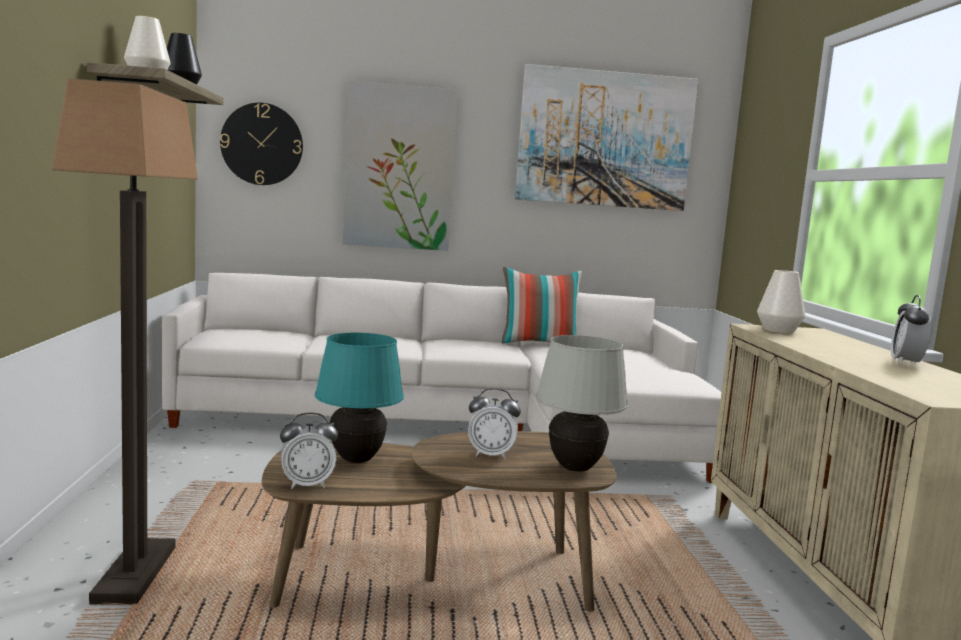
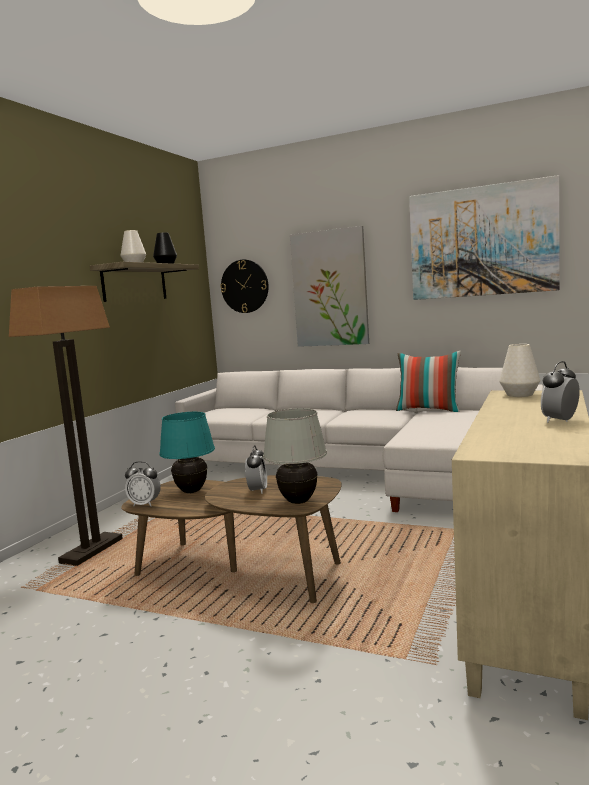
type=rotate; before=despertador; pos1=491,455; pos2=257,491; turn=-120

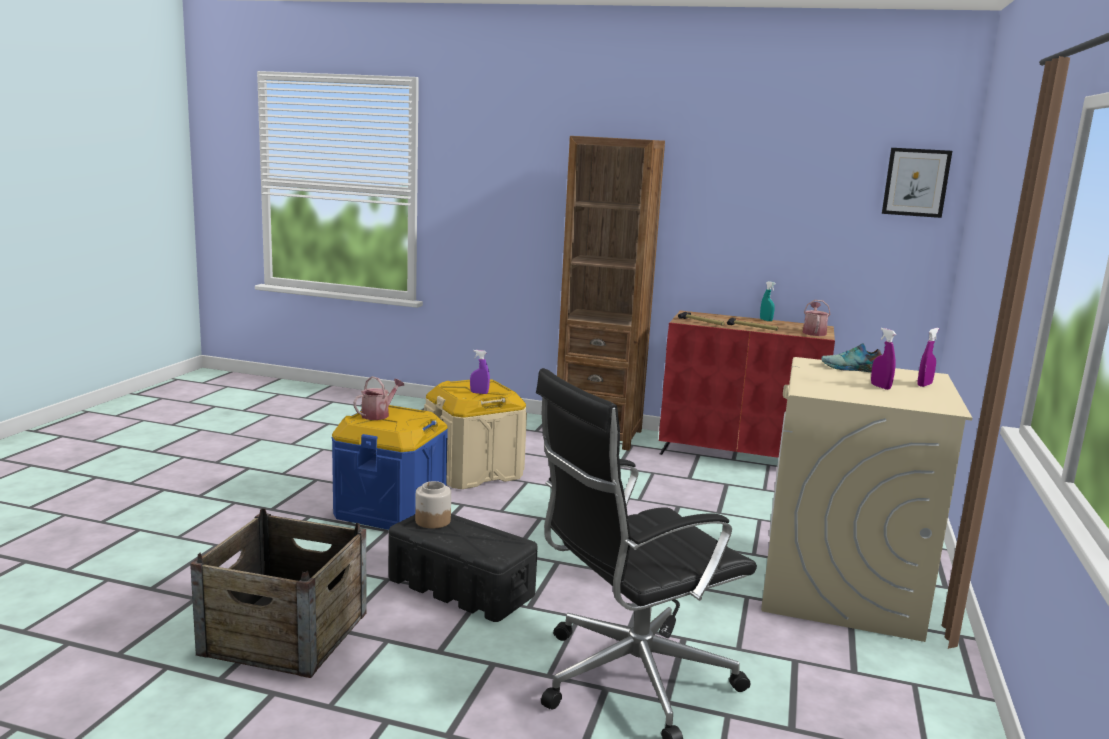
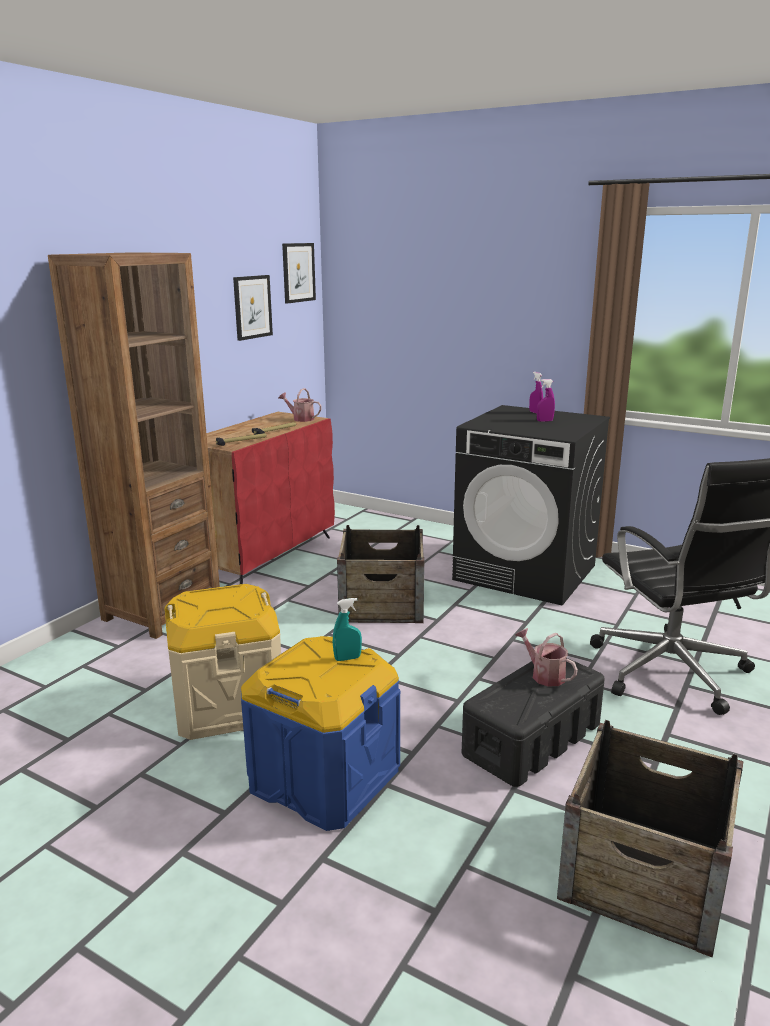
type=move; before=pulverizador/turquesa; pos1=766,320; pos2=347,658
type=delete; before=zapato; pos1=851,368
type=delete; before=pulverizador/morado; pos1=479,393
type=recolor; before=lavadora/beis; after=lavadora/negro; pos1=840,588; pos2=526,572
type=move; before=regadera; pos1=378,414; pos2=544,675
type=delete; before=tarro; pos1=432,521
type=insert; after=cuadro; pos2=252,307
type=insert; after=caja de embalaje; pos2=382,603

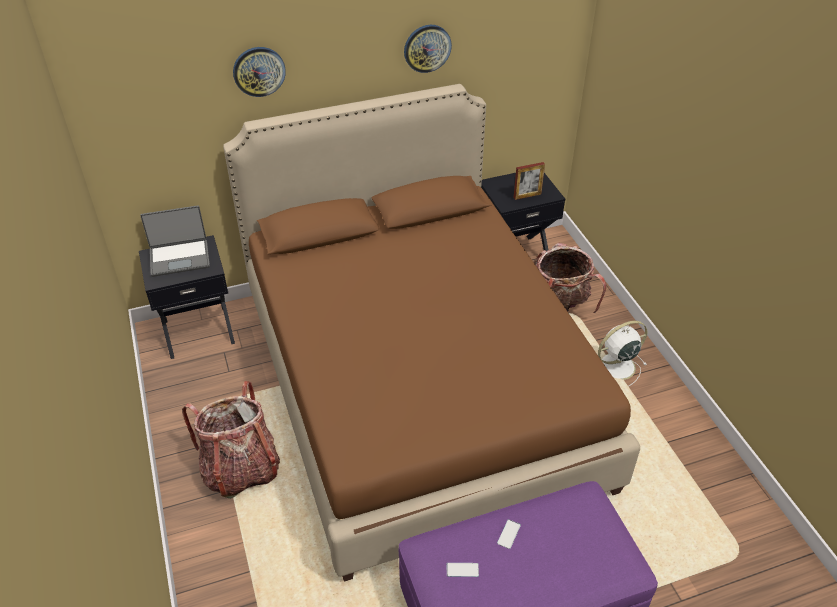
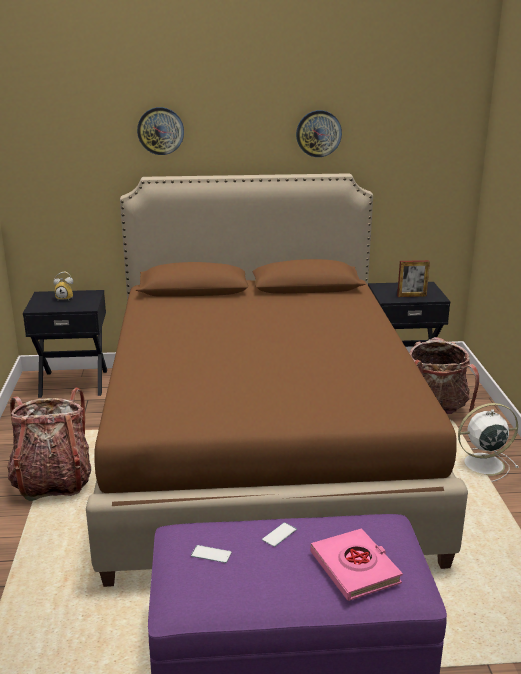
type=replace; before=portátil; after=despertador; pos1=180,257; pos2=65,298
type=insert; after=libro/rosa; pos2=355,568

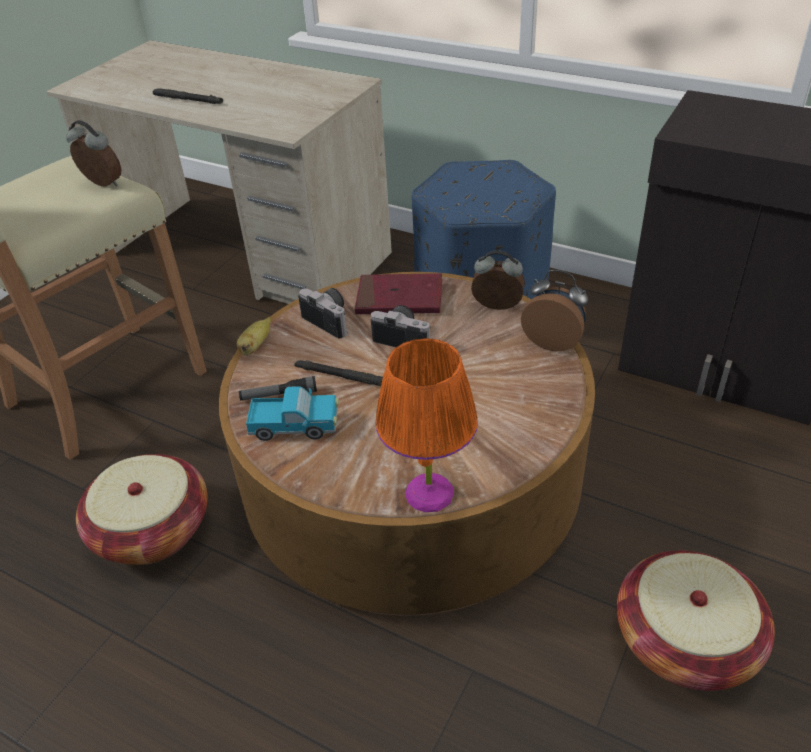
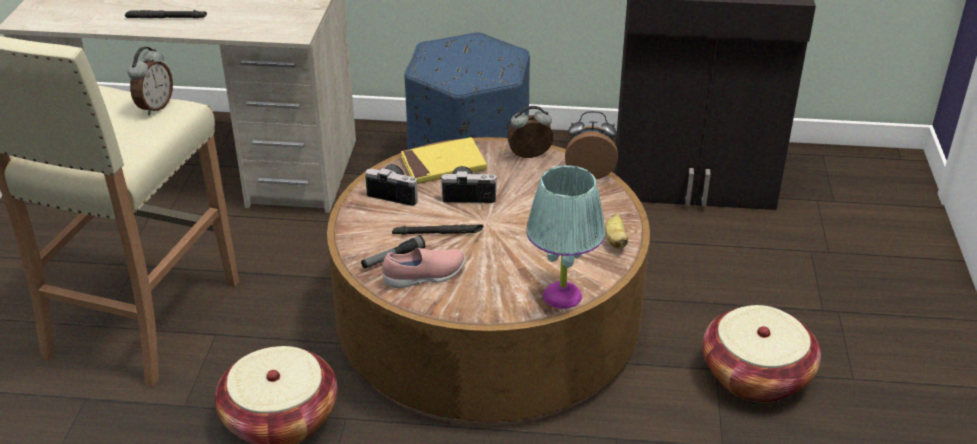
type=rotate; before=despertador; pos1=102,185; pos2=154,107; turn=105
type=recolor; before=libro/rojo; after=libro/amarillo; pos1=399,298; pos2=443,165
type=move; before=plátano; pos1=256,346; pos2=615,241
type=recolor; before=lámpara de mesa/naranja; after=lámpara de mesa/turquesa; pos1=429,493; pos2=562,296
type=replace; before=camión de juguete; after=zapato/rosa; pos1=295,427; pos2=425,277

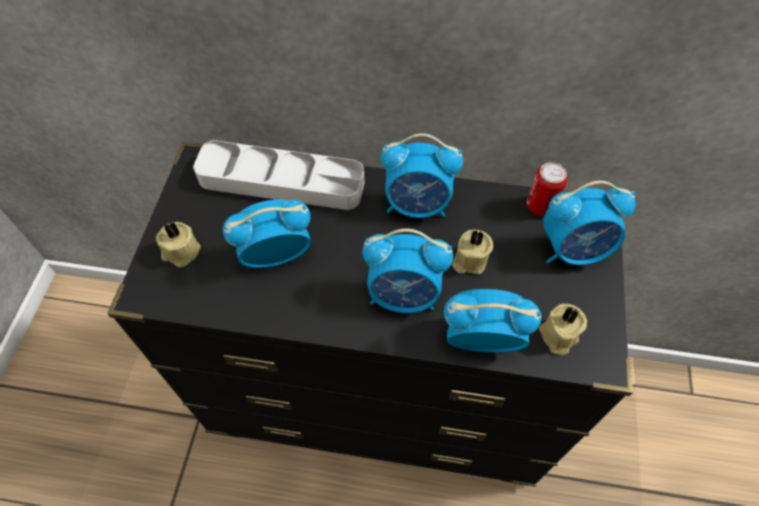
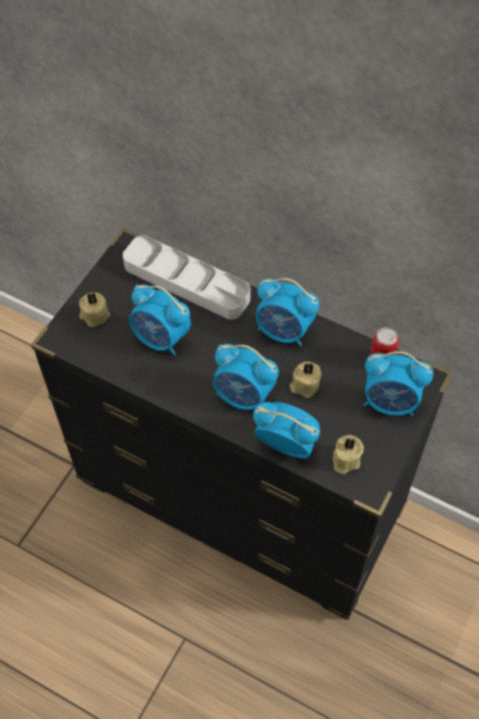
type=rotate; before=despertador; pos1=275,256; pos2=161,338; turn=-150

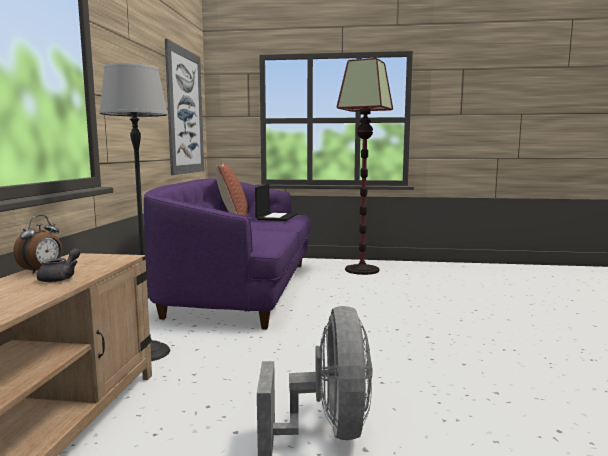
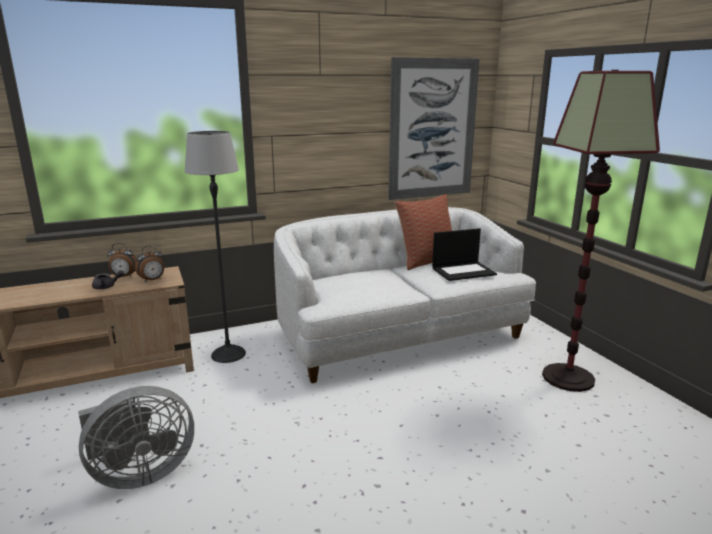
type=recolor; before=sofá/morado; after=sofá/blanco; pos1=242,289; pos2=399,336
type=insert; after=despertador; pos2=152,280

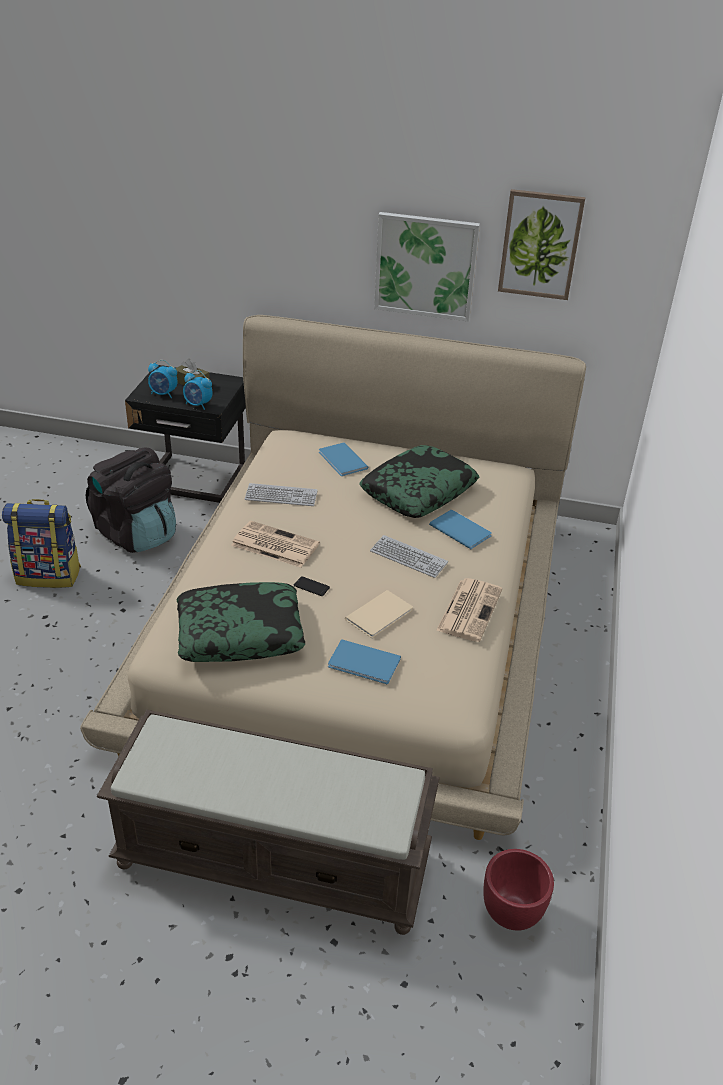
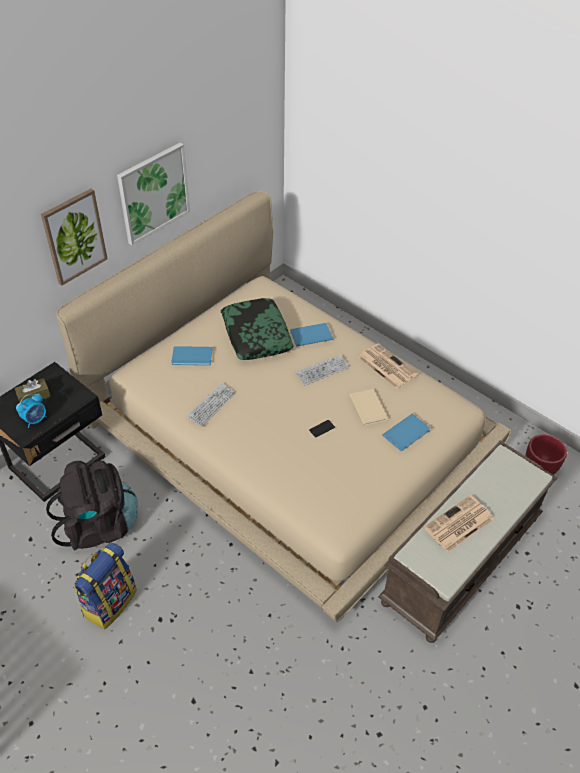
type=move; before=cuadro; pos1=540,244; pos2=74,236
type=delete; before=despertador; pos1=198,405
type=move; before=periódico; pos1=273,545; pos2=458,524
type=delete; before=cojín; pos1=240,632

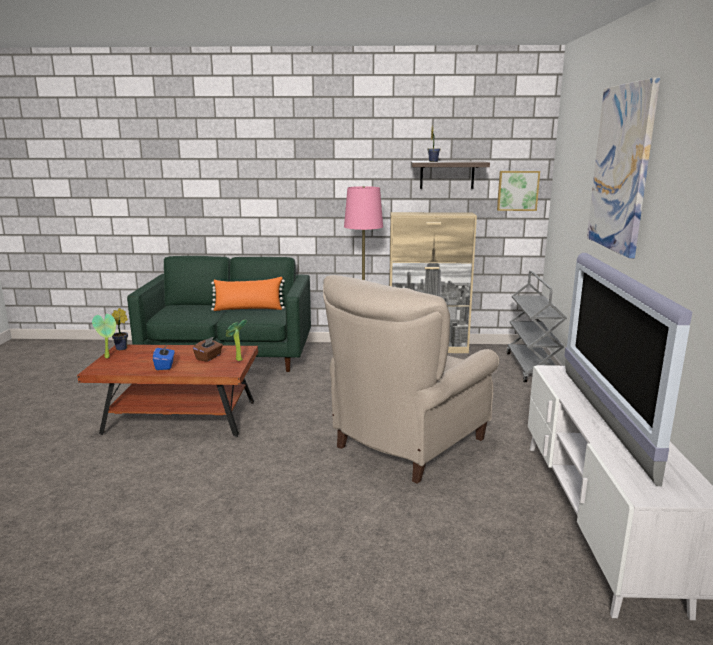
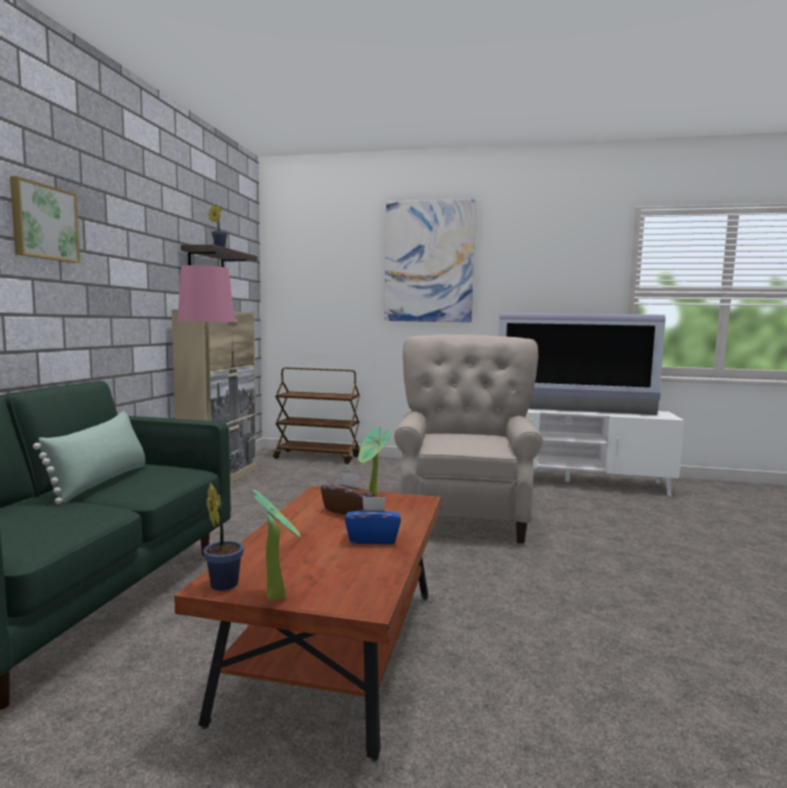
type=move; before=cuadro; pos1=517,190; pos2=43,222
type=recolor; before=carrito/gris; after=carrito/marrón; pos1=532,368; pos2=318,457
type=rotate; before=sillón/beis; pos1=406,445; pos2=463,514; turn=-135
type=recolor; before=cojín/naranja; after=cojín/verde; pos1=248,309; pos2=101,482

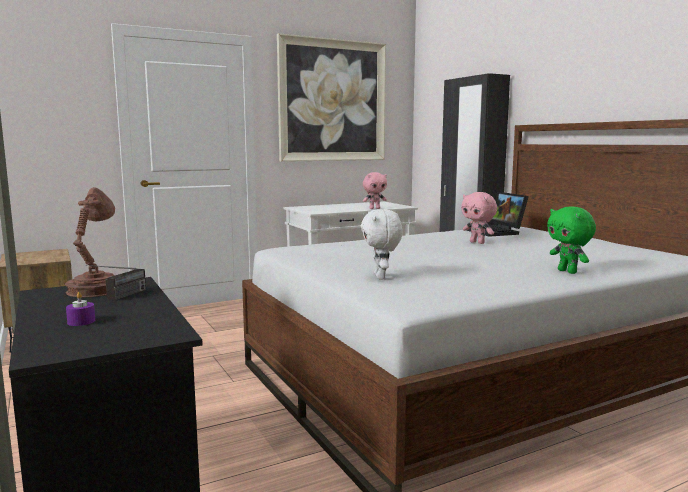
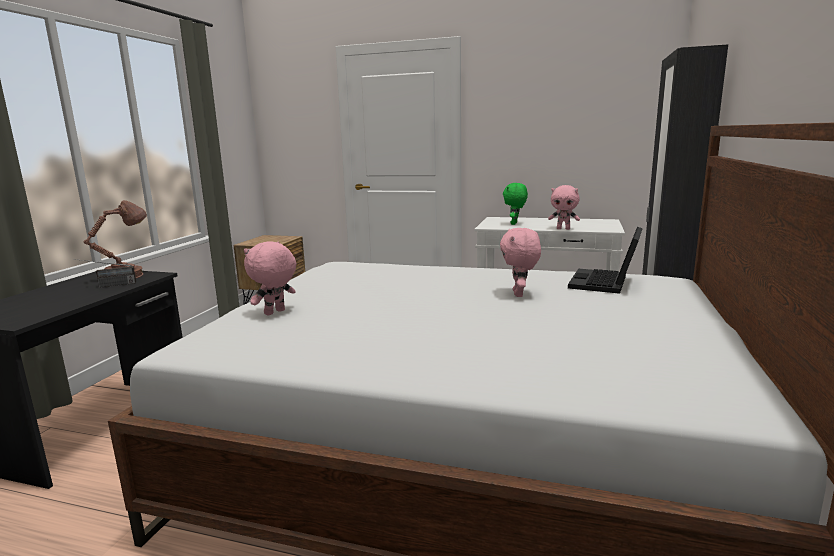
type=delete; before=cuadro; pos1=332,101
type=move; before=peluche/verde; pos1=568,271; pos2=514,224
type=recolor; before=peluche/blanco; after=peluche/rosa; pos1=381,277; pos2=275,313
type=delete; before=vela/morado; pos1=81,321

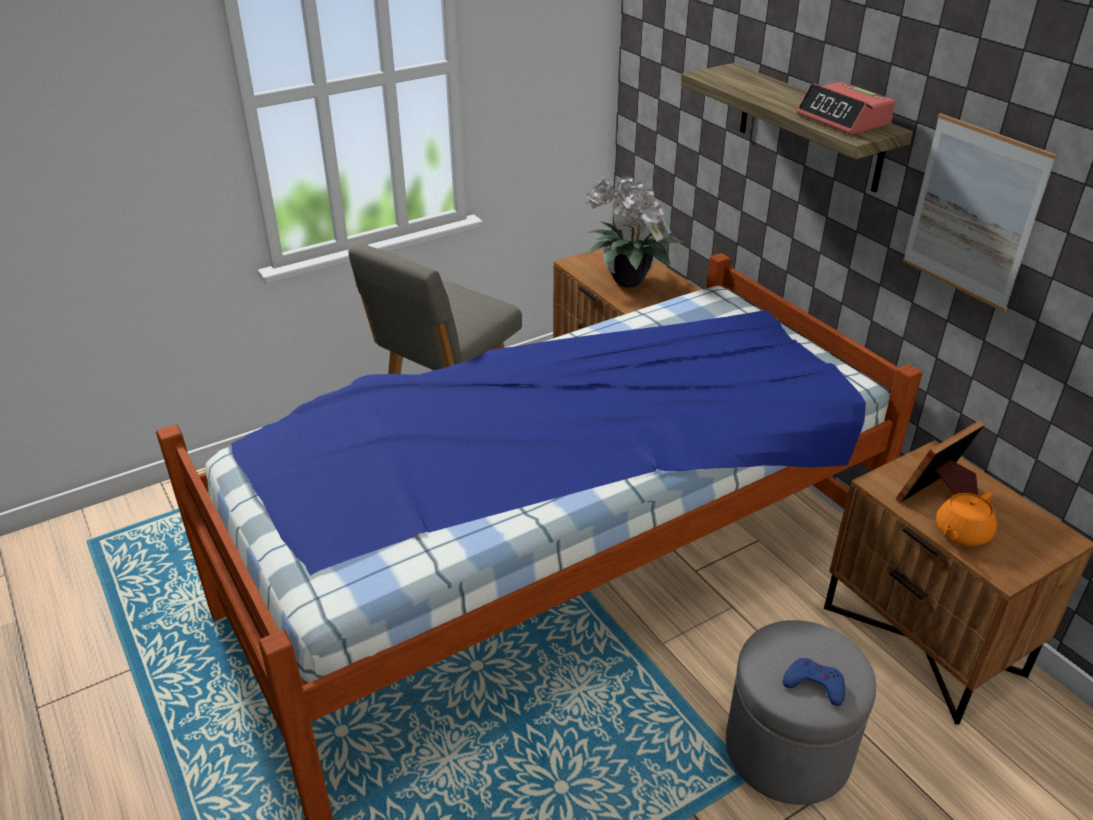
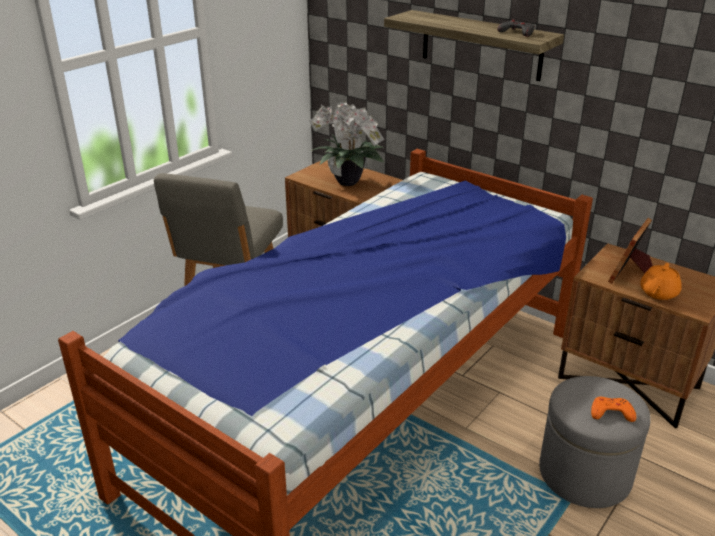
type=replace; before=despertador; after=mando de consola/gris; pos1=843,120; pos2=517,32
type=delete; before=cuadro; pos1=973,212
type=recolor; before=mando de consola/azul; after=mando de consola/naranja; pos1=814,684; pos2=611,412

